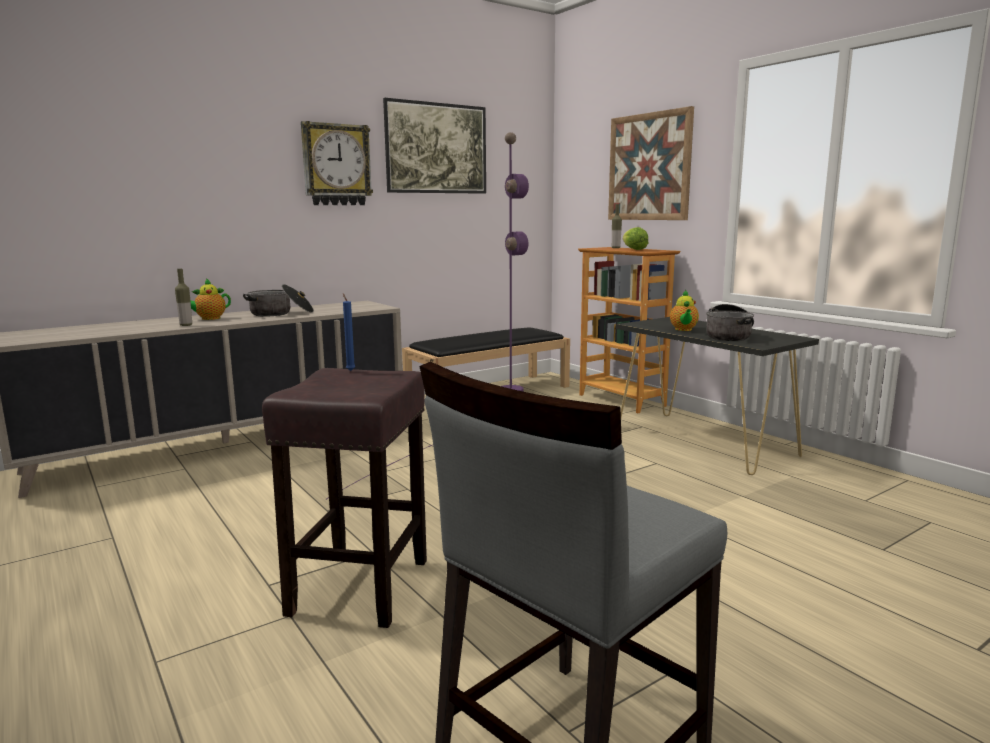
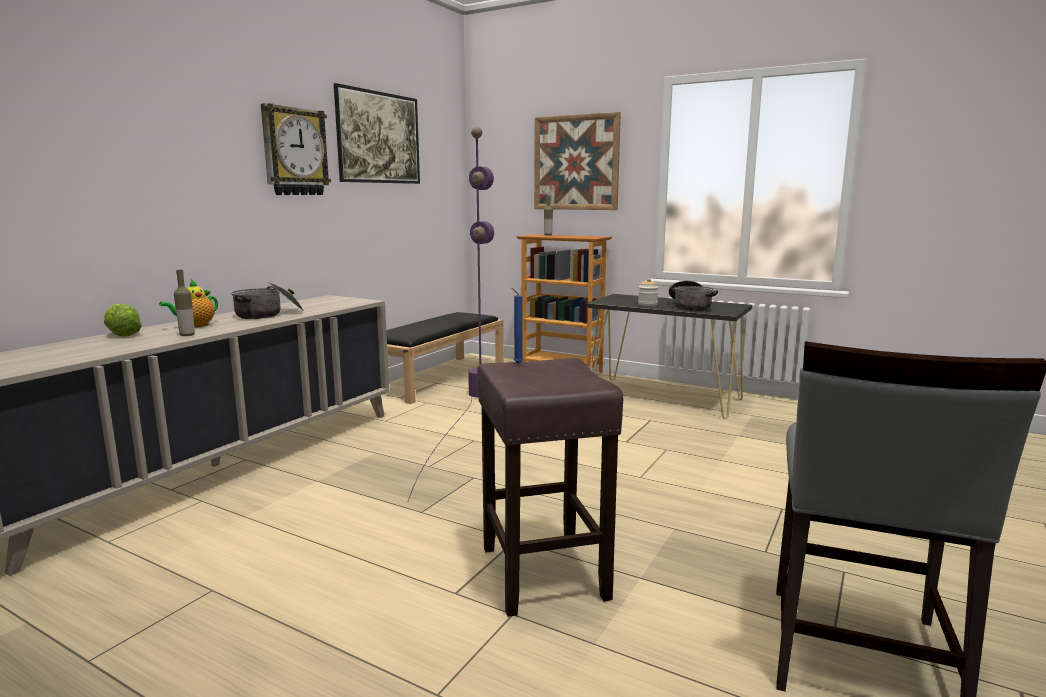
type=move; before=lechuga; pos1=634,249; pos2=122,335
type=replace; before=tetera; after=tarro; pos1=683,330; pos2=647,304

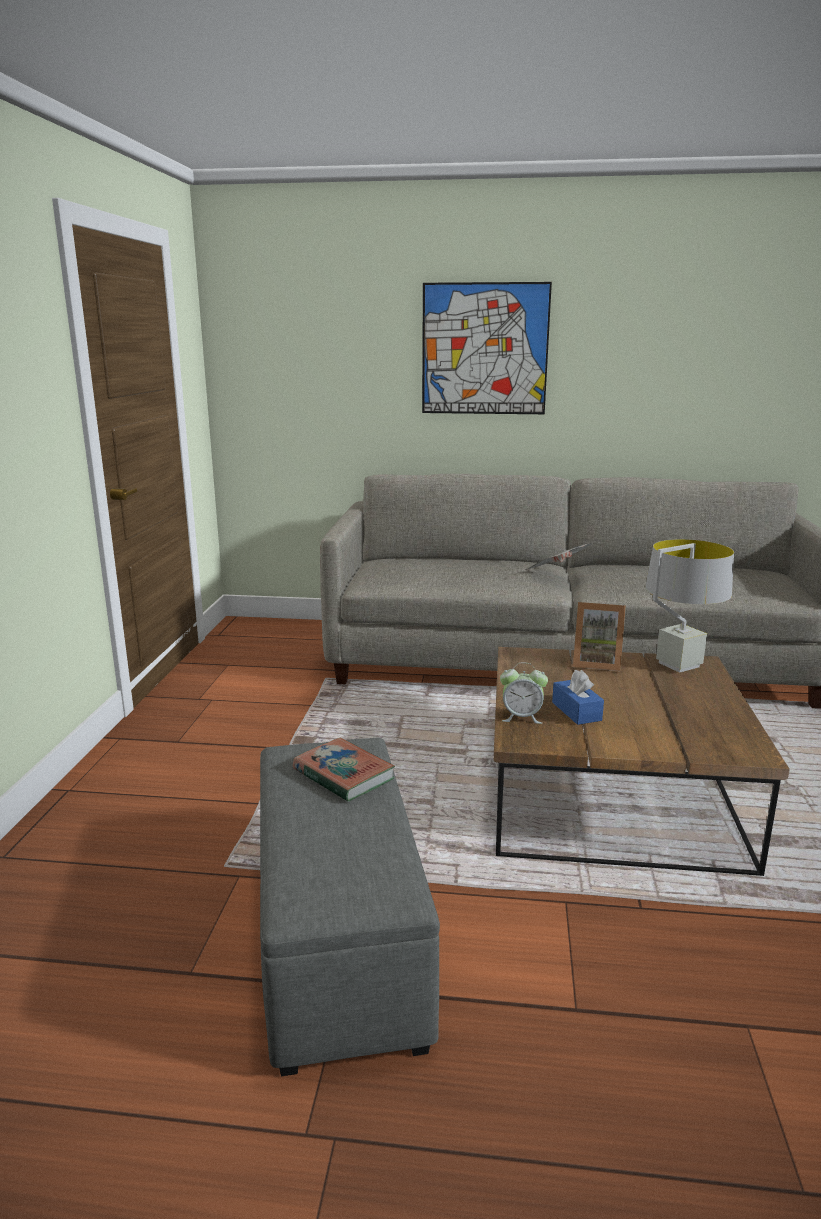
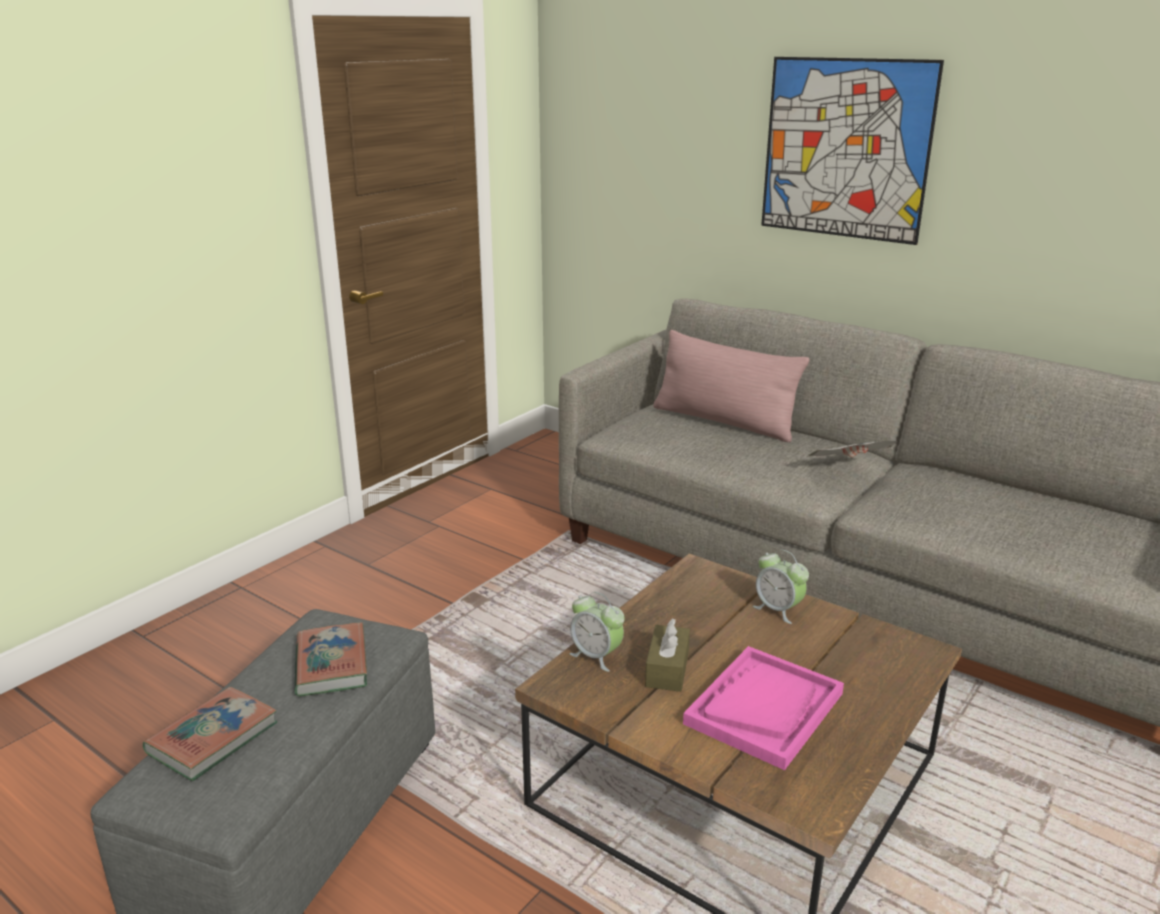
type=delete; before=lámpara de mesa/gris; pos1=678,665
type=replace; before=portarretratos; after=despertador; pos1=596,663; pos2=778,610
type=recolor; before=caja de pañuelos/azul; after=caja de pañuelos/marrón; pos1=576,711; pos2=667,669
type=insert; after=cojín/rosa; pos2=724,421
type=insert; after=bandeja/rosa; pos2=764,708
type=insert; after=libro; pos2=213,738

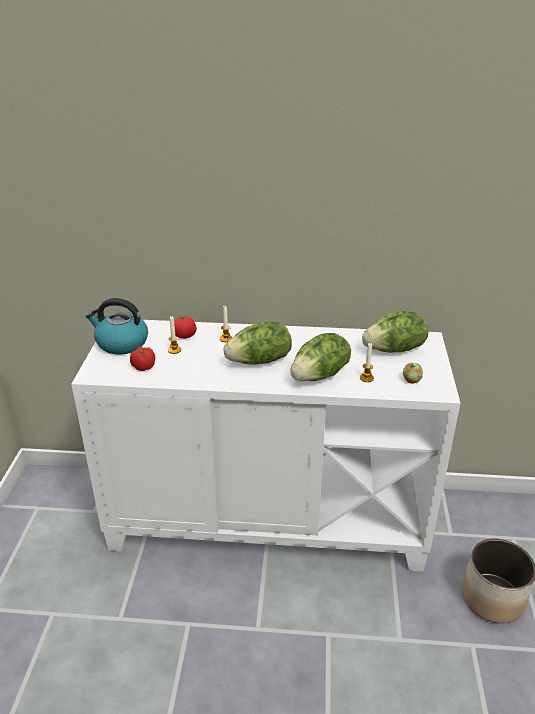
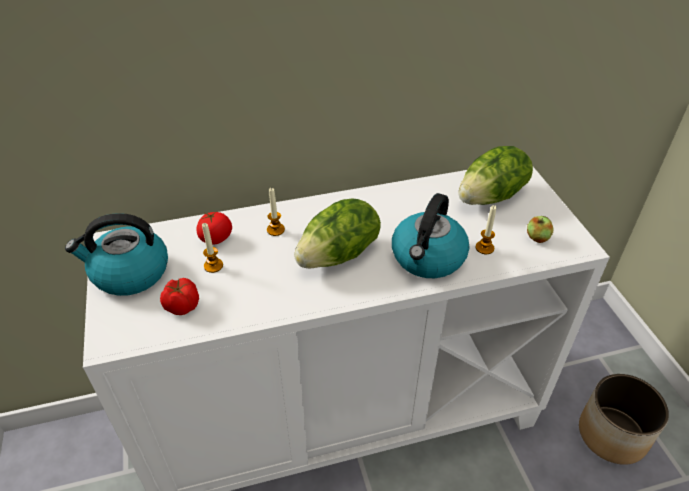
type=replace; before=lechuga; after=hervidor; pos1=320,375; pos2=428,258

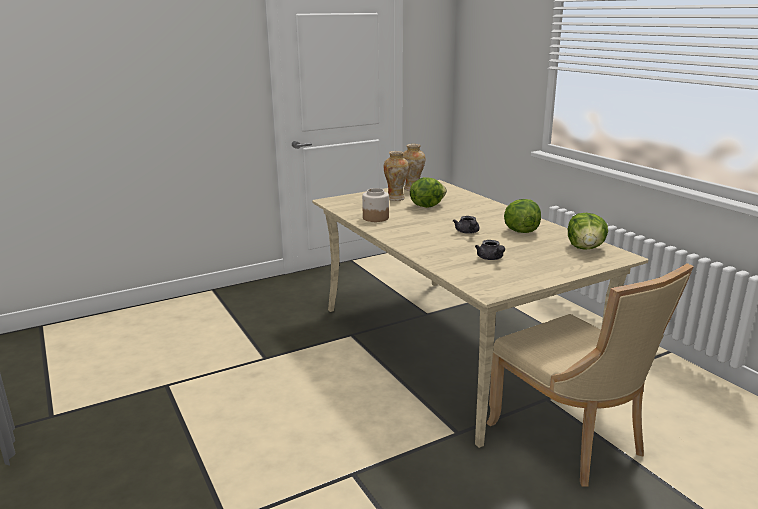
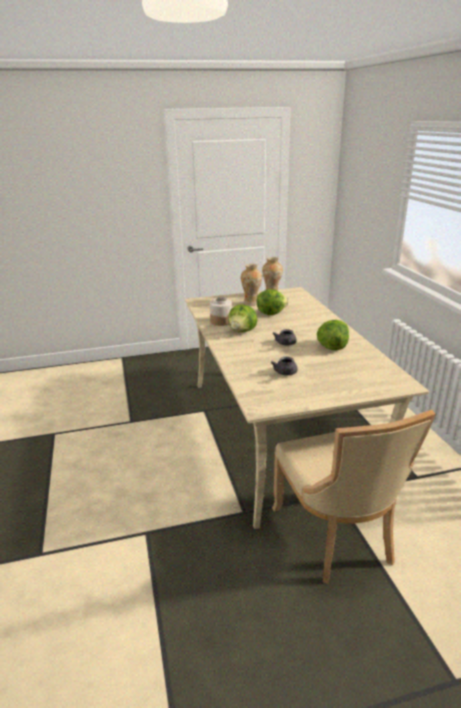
type=move; before=lechuga; pos1=585,248; pos2=242,331

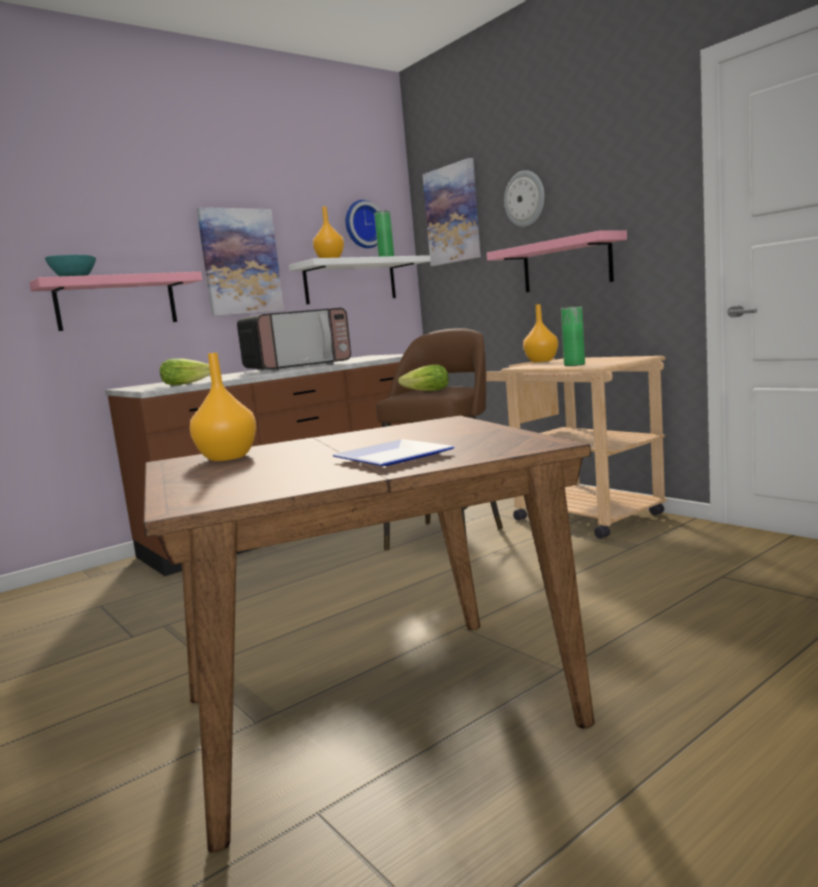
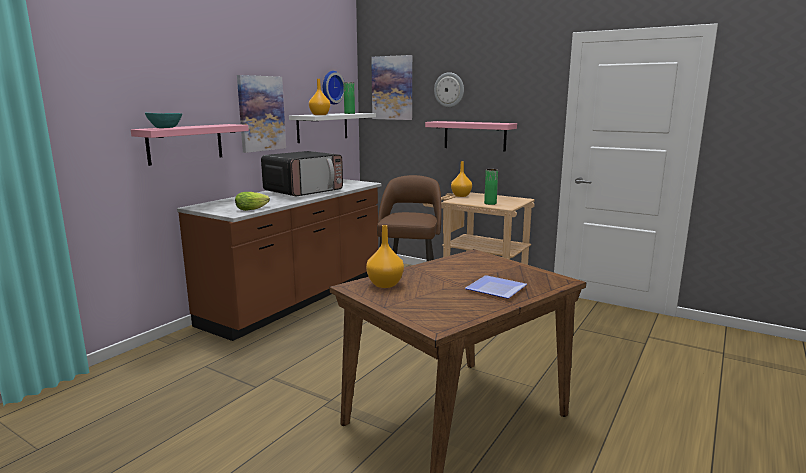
type=delete; before=lechuga; pos1=424,391

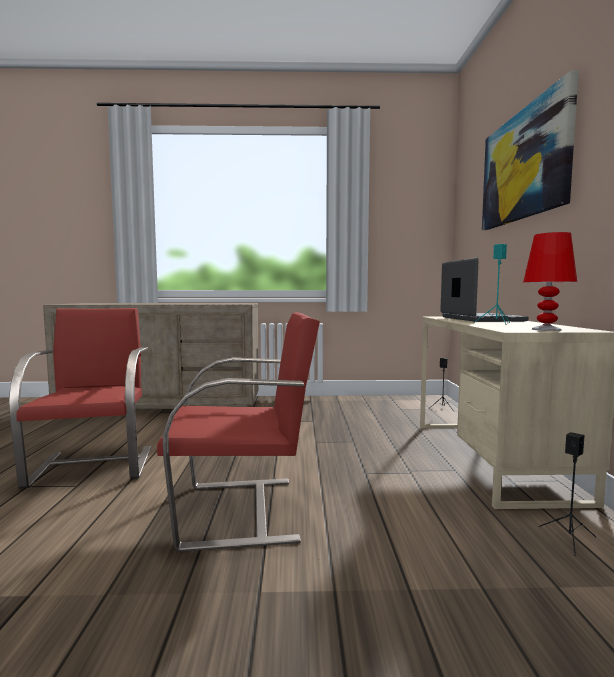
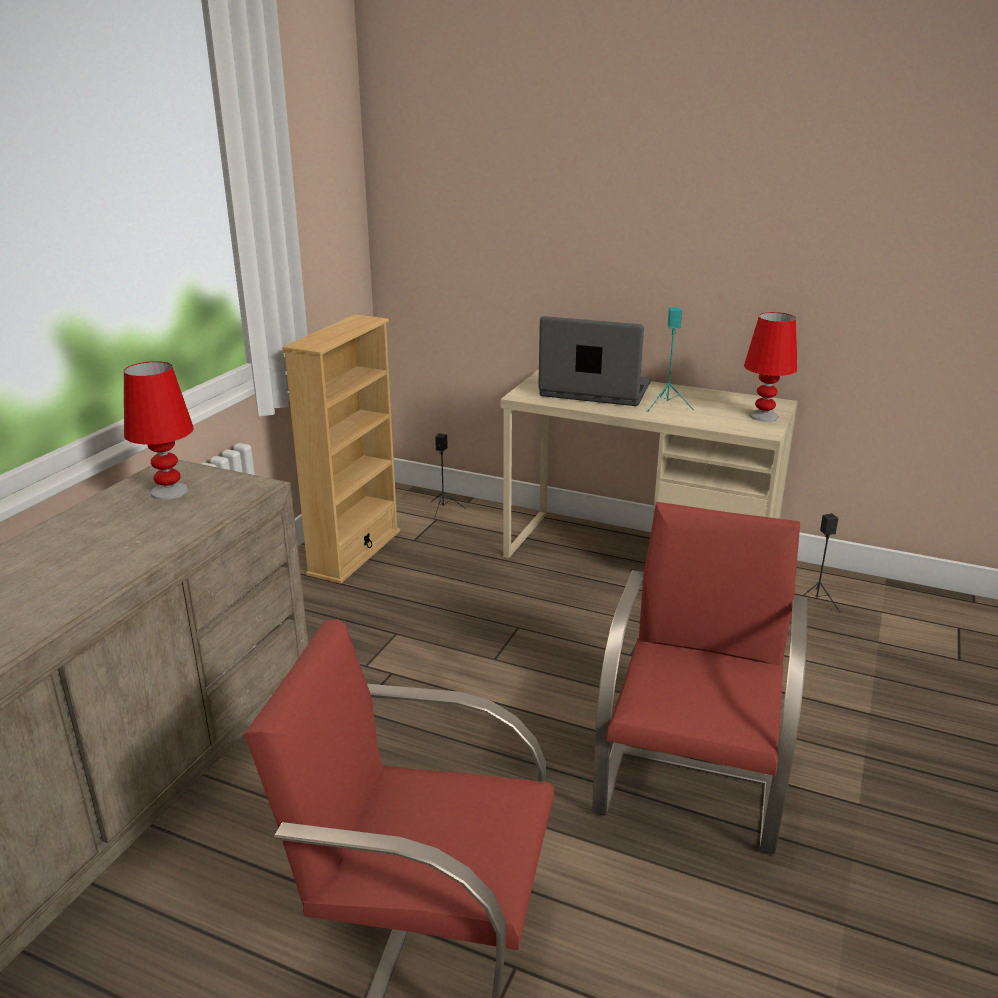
type=delete; before=cuadro; pos1=524,165
type=insert; after=estantería/beis; pos2=355,552
type=insert; after=lámpara de mesa/rojo; pos2=169,491

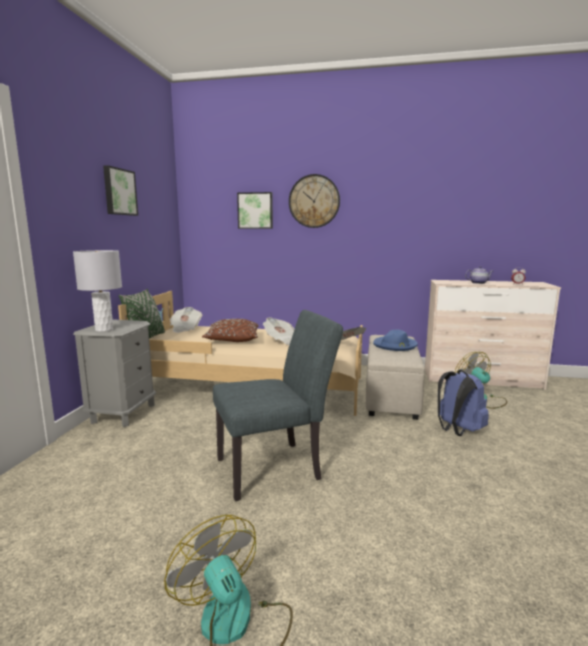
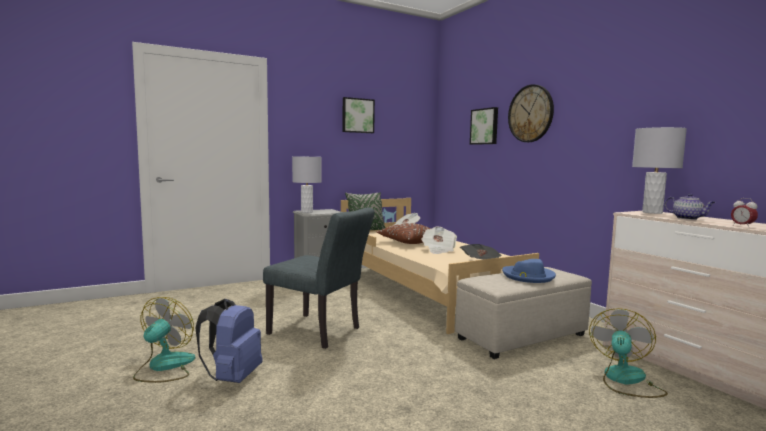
type=move; before=mochila/azul; pos1=457,430; pos2=232,377
type=insert; after=lámpara de mesa/gris; pos2=652,212

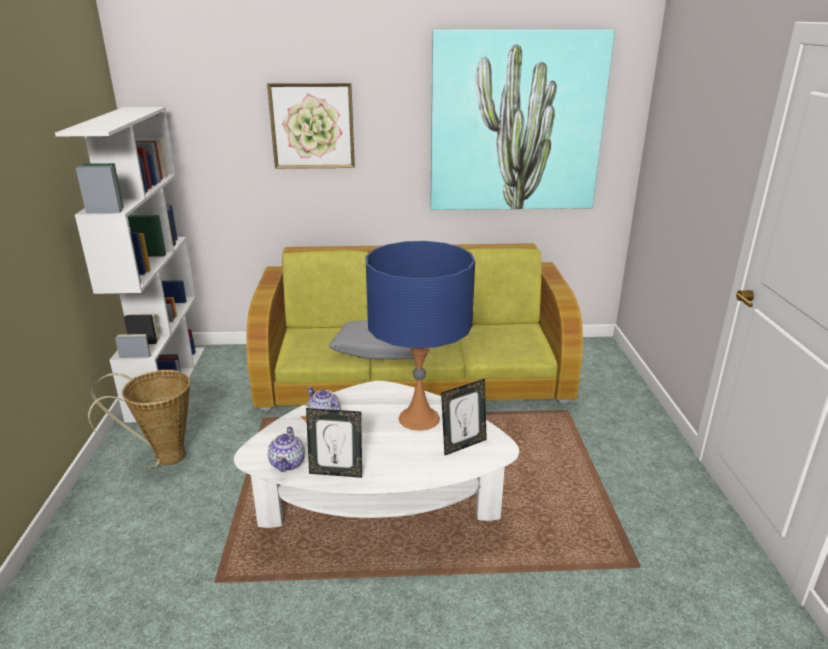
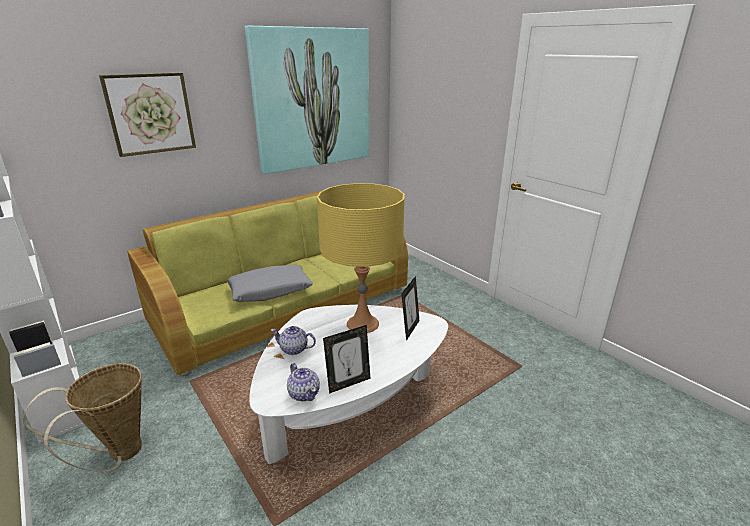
type=recolor; before=lámpara de mesa/azul; after=lámpara de mesa/amarillo; pos1=419,418; pos2=363,324

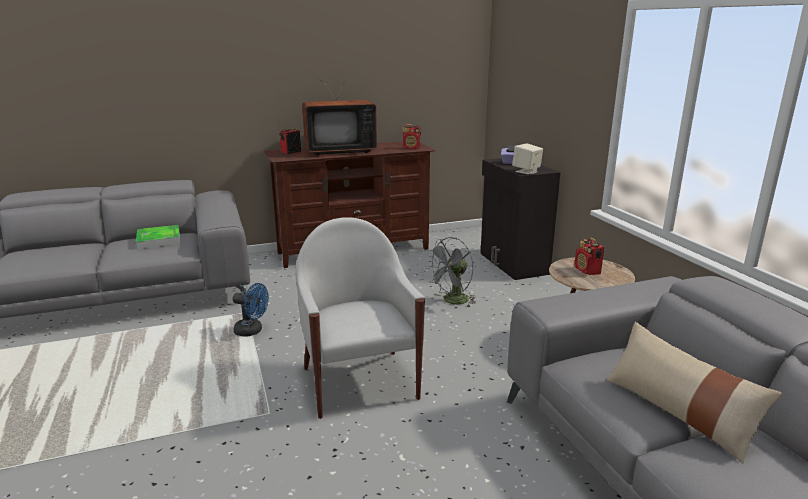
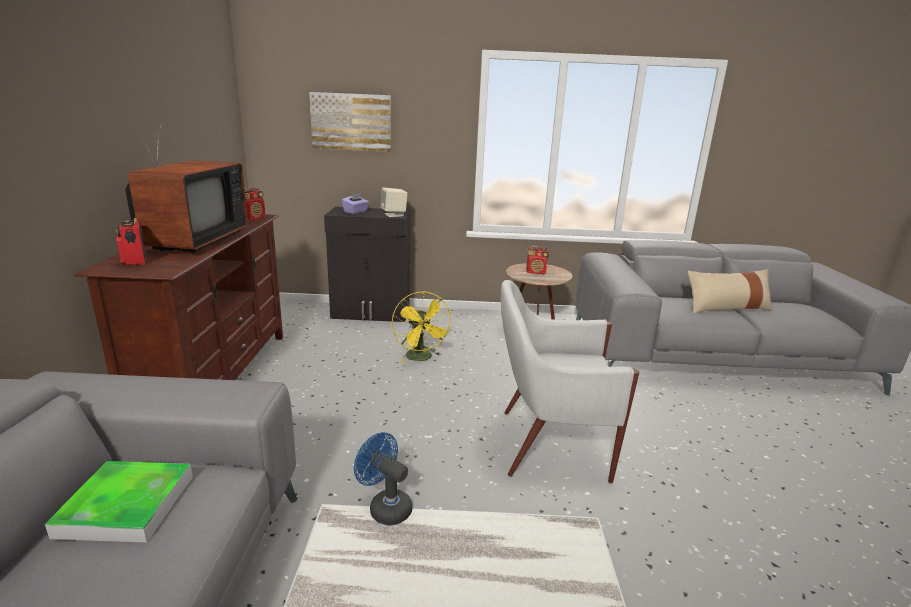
type=recolor; before=ventilador/gris; after=ventilador/amarillo; pos1=452,301; pos2=421,358
type=rotate; before=ventilador/azul; pos1=252,331; pos2=385,507; turn=-90
type=insert; after=cuadro; pos2=351,122

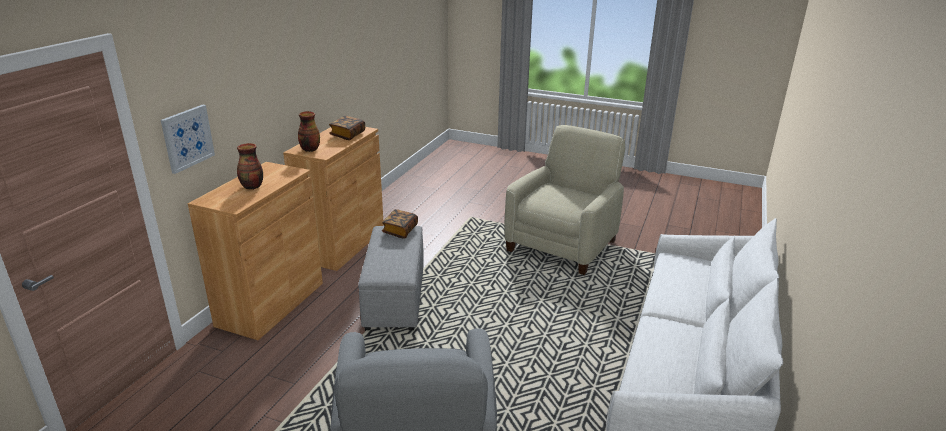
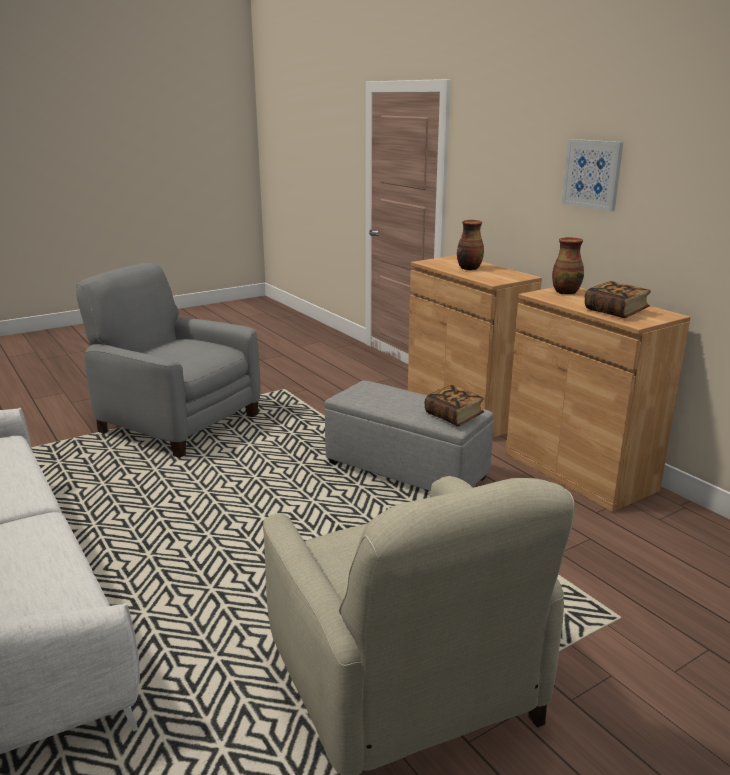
type=move; before=cuadro; pos1=187,138; pos2=592,174

